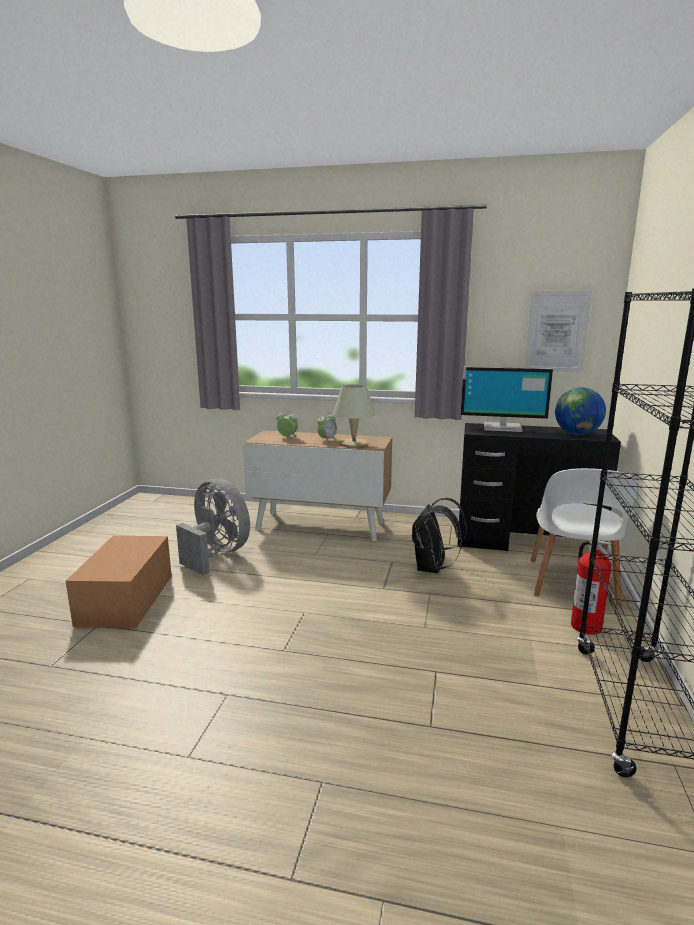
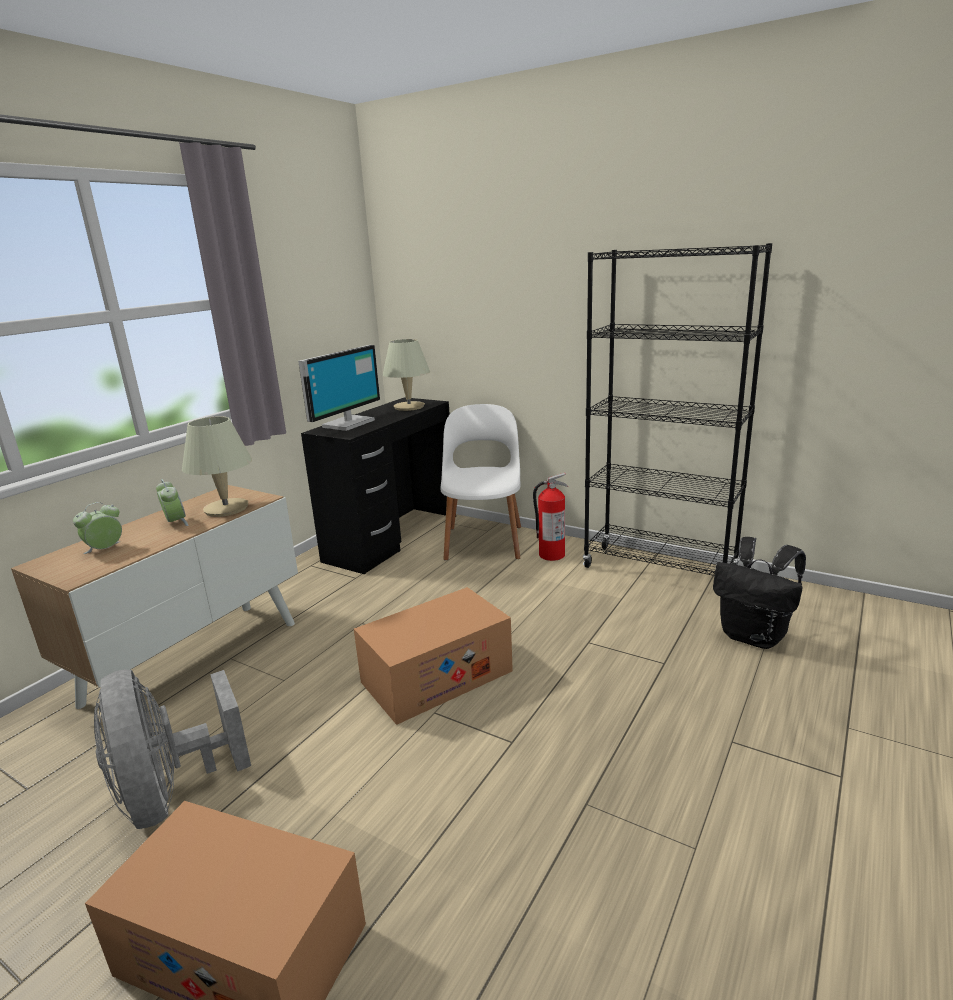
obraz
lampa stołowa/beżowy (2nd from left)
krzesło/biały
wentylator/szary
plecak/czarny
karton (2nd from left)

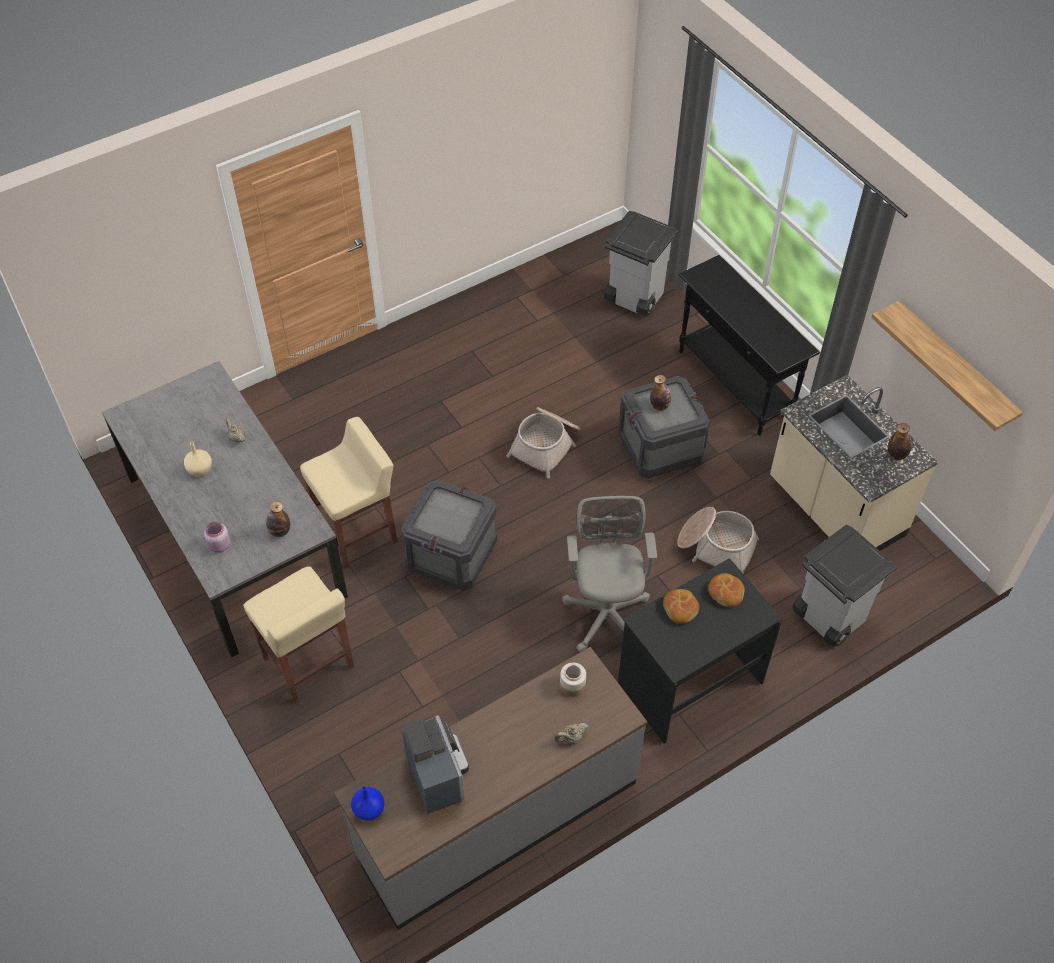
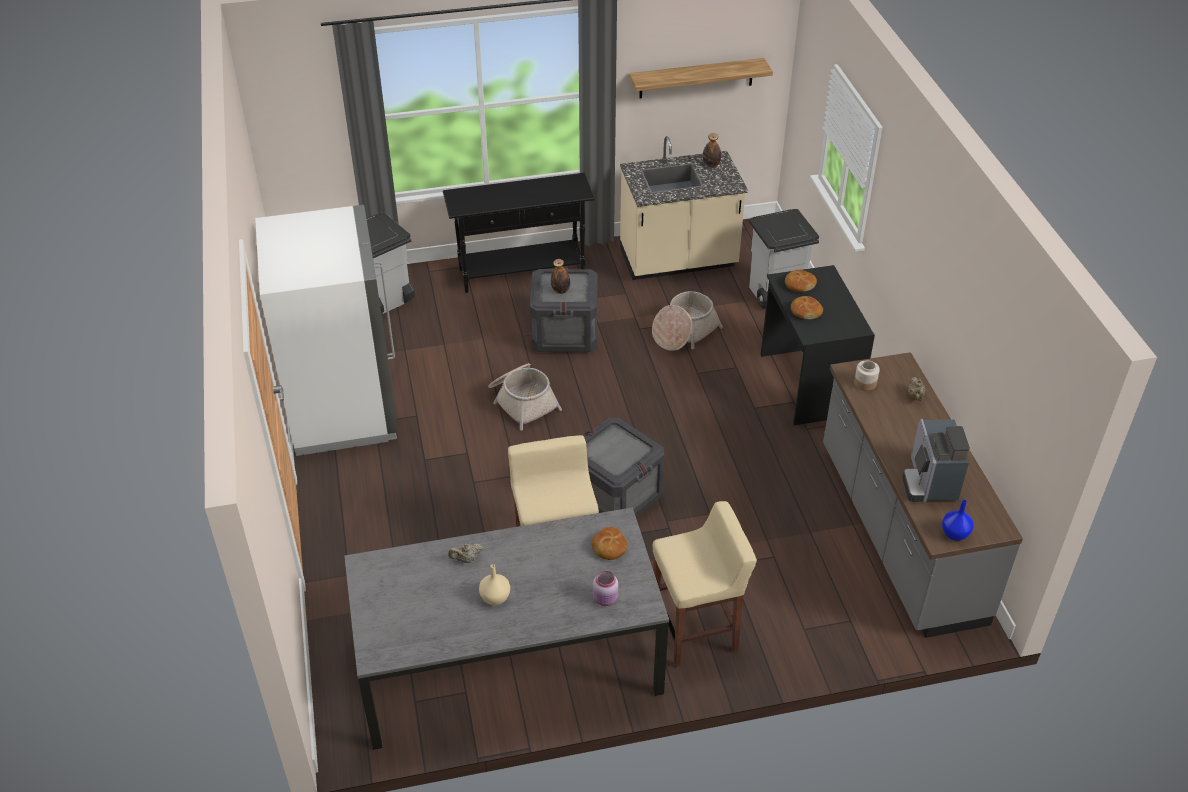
krzesło biurowe/szary
chleb (1st from left)
ekspres do kawy
lodówka/biały

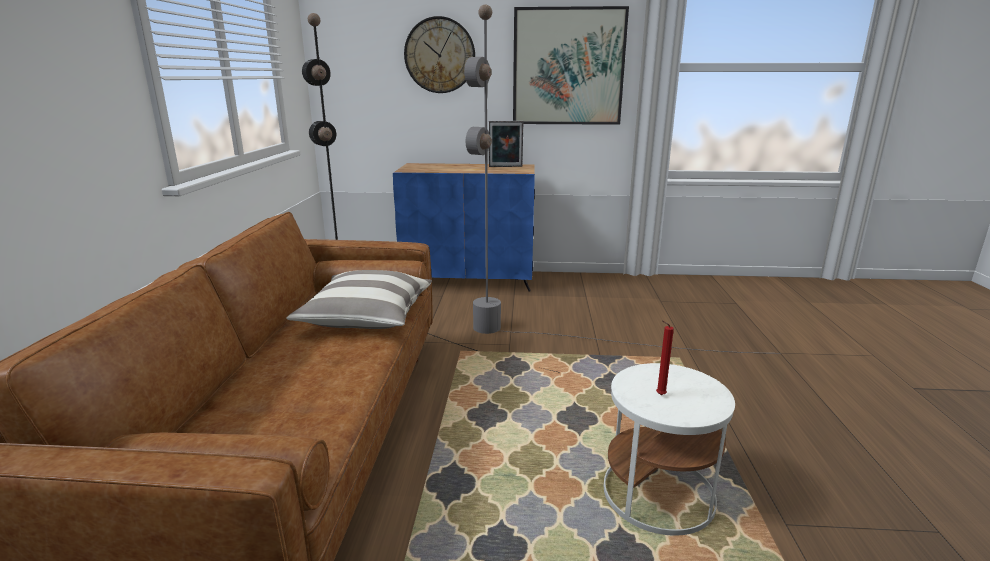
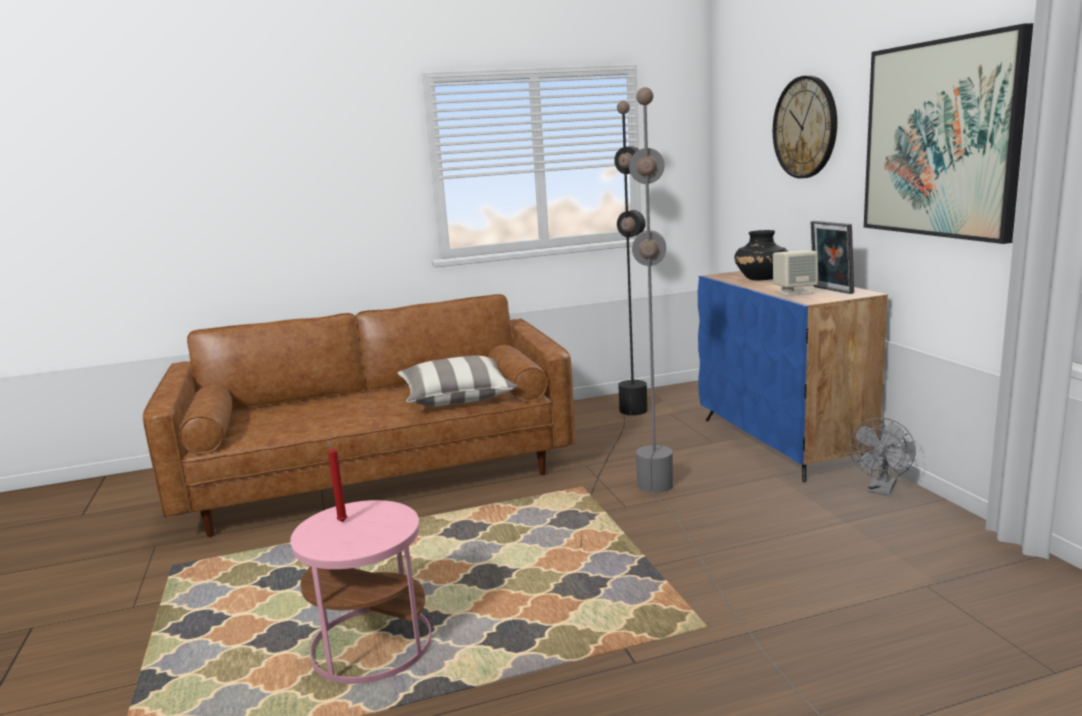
stolik/różowy
wazon/czarny
głośnik/beżowy
wentylator/szary

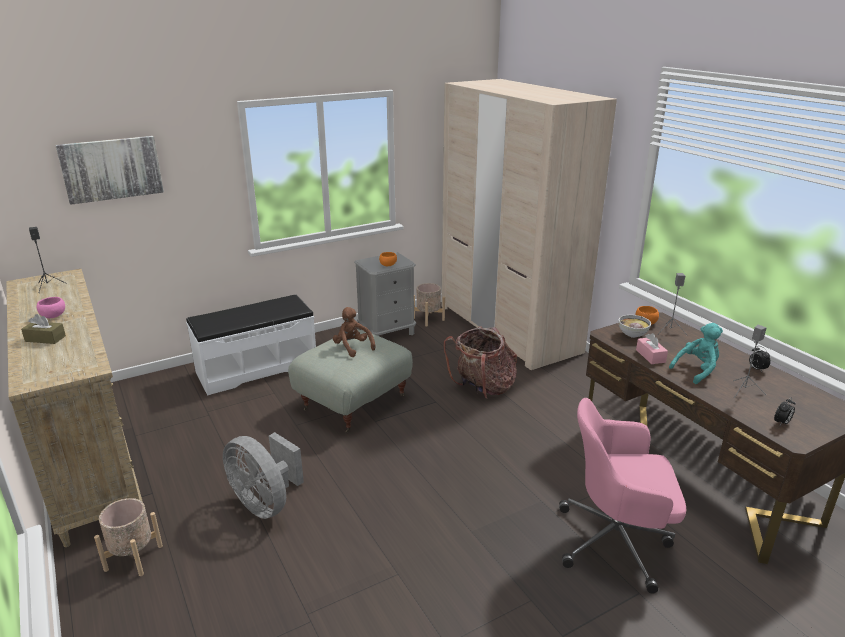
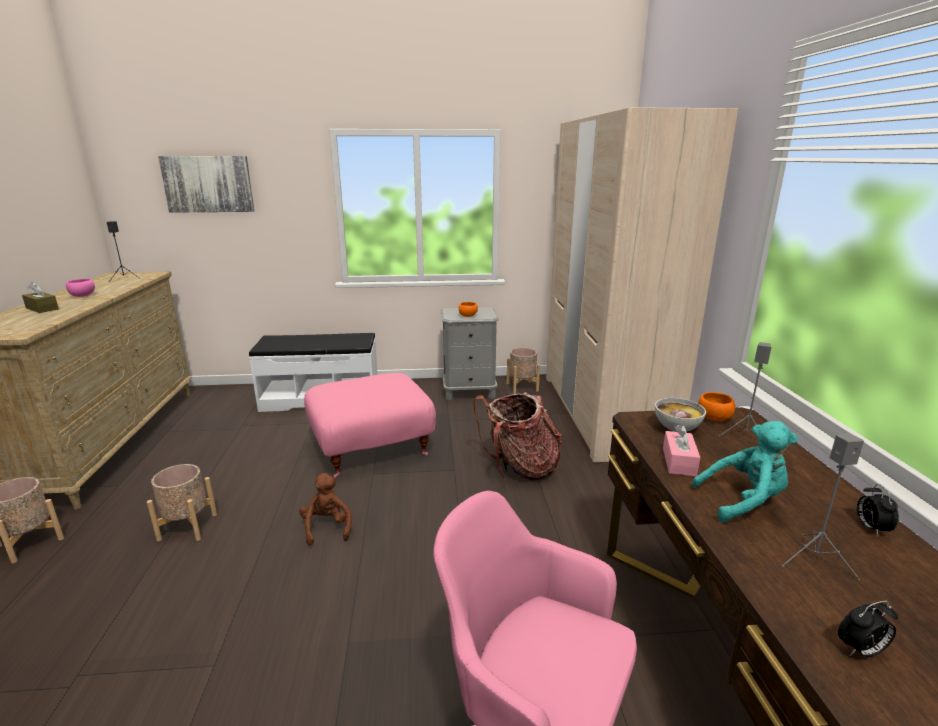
pluszak/brązowy
pufa/różowy
donica/beżowy (2nd from left)

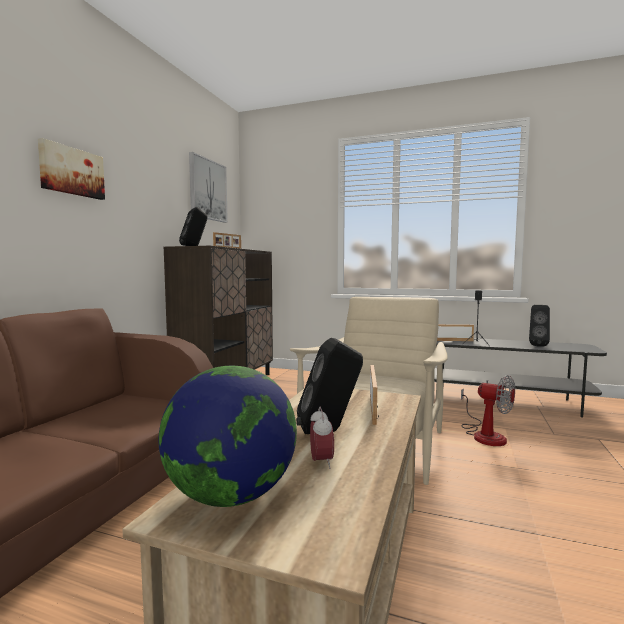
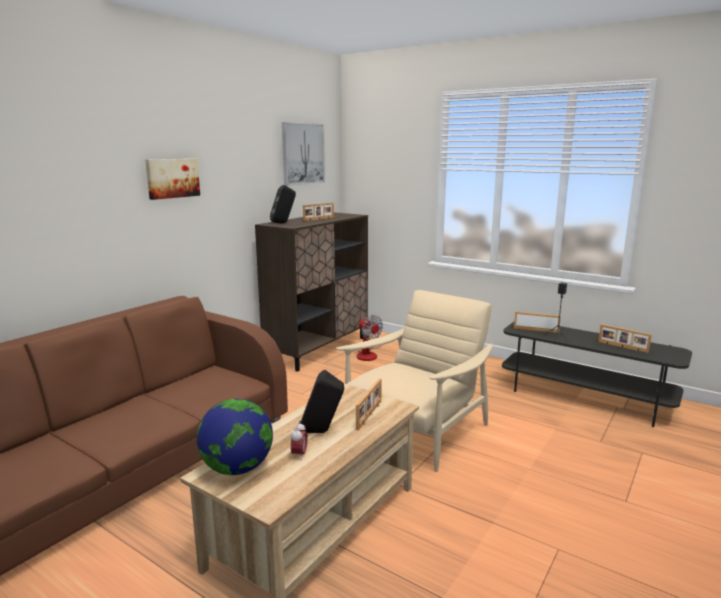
ramka na zdjęcie (4th from left)
wentylator

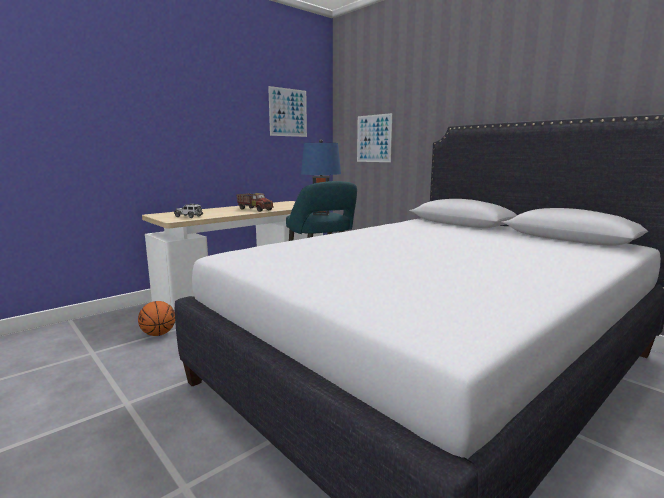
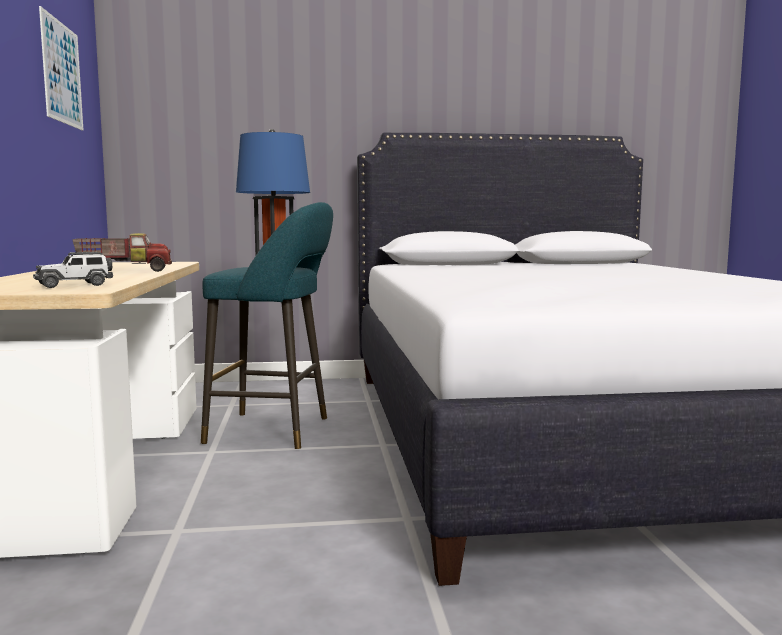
obraz (2nd from left in the first image)
piłka do koszykówki

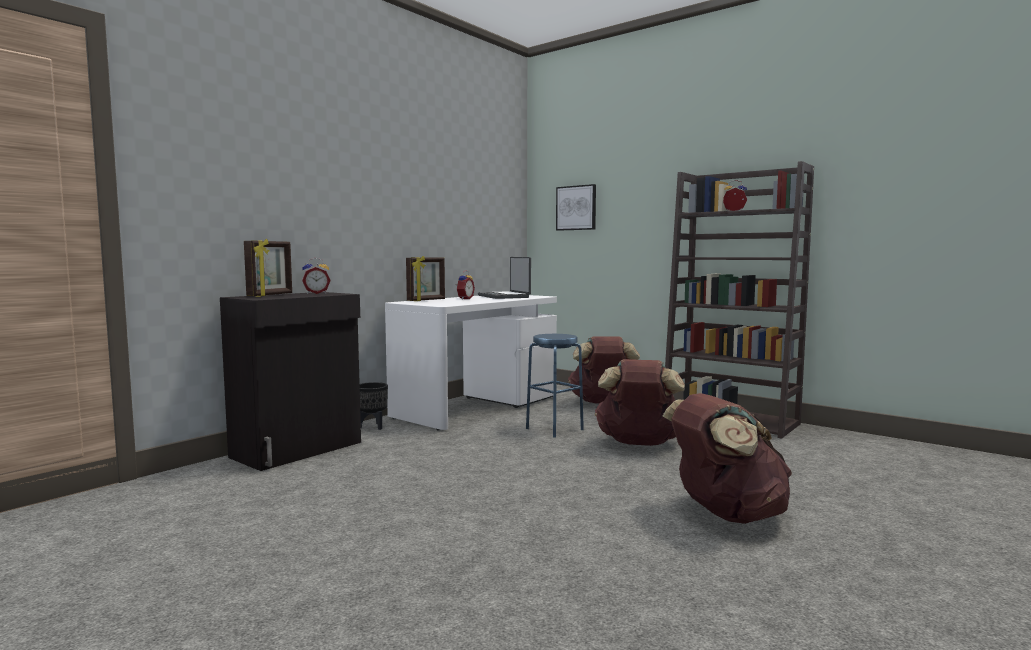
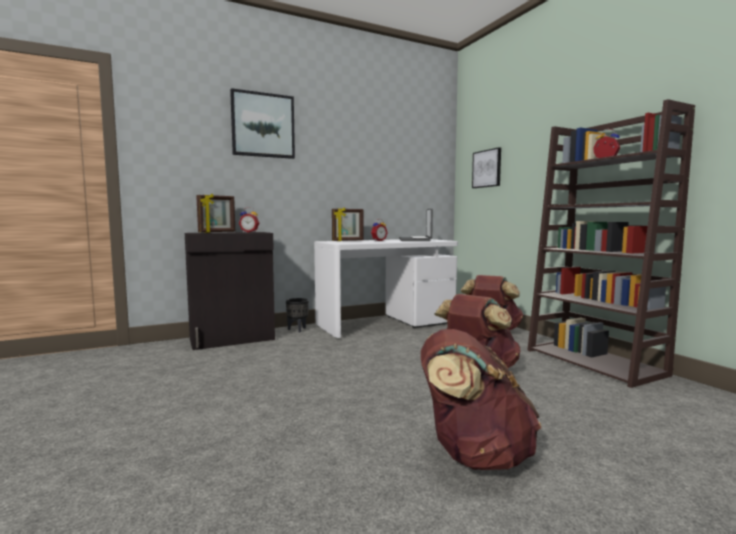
stołek/niebieski
obraz (1st from left)

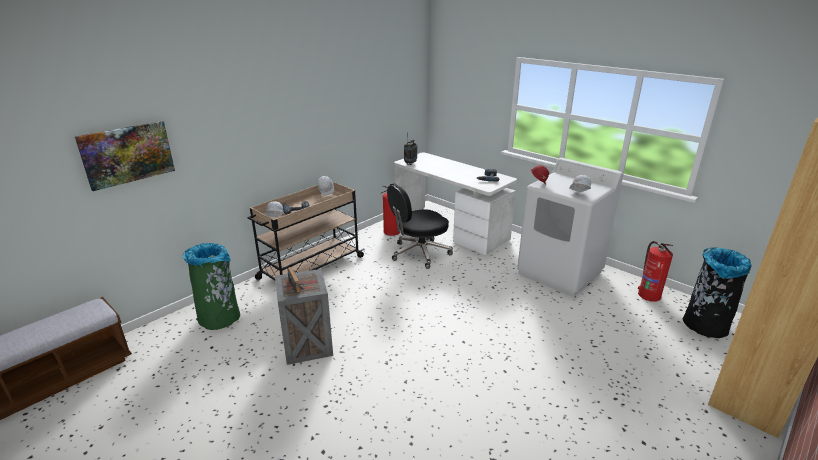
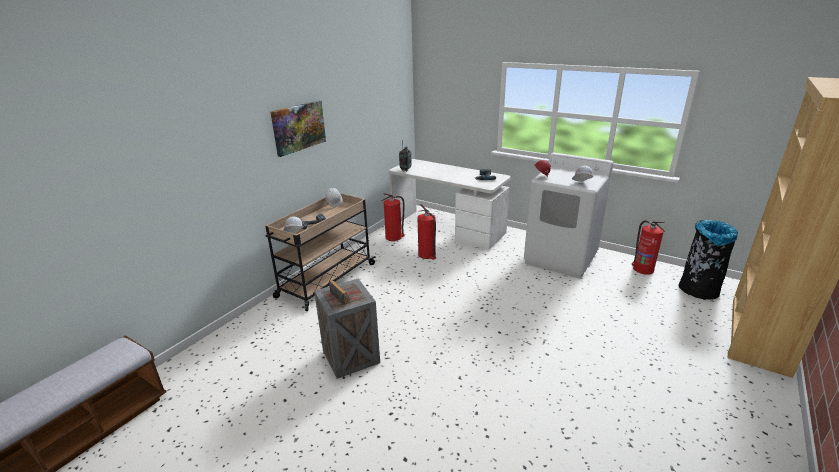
obraz
gaśnica (2nd from left)
kosz na śmieci/zielony

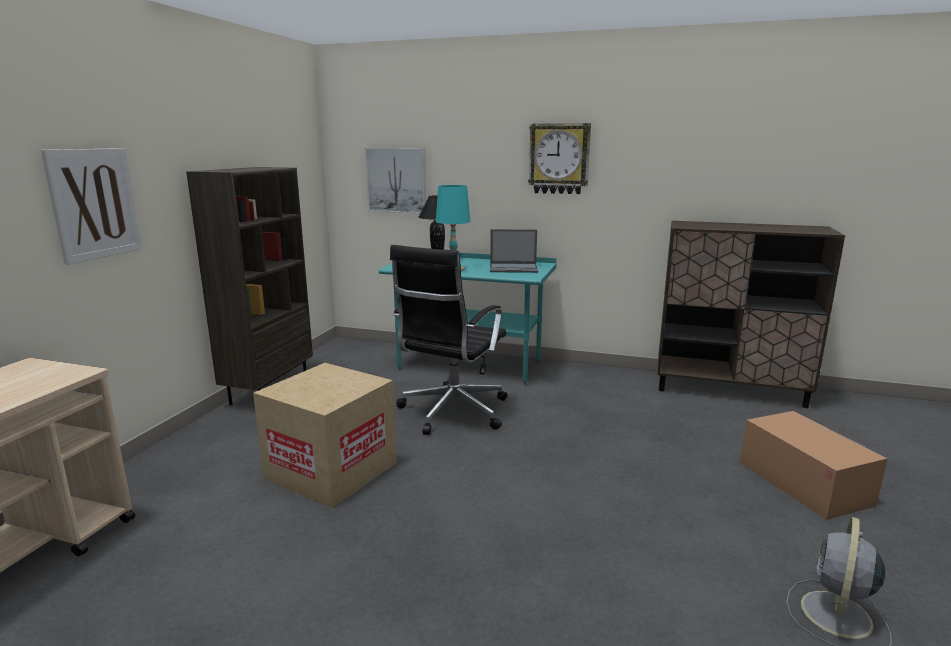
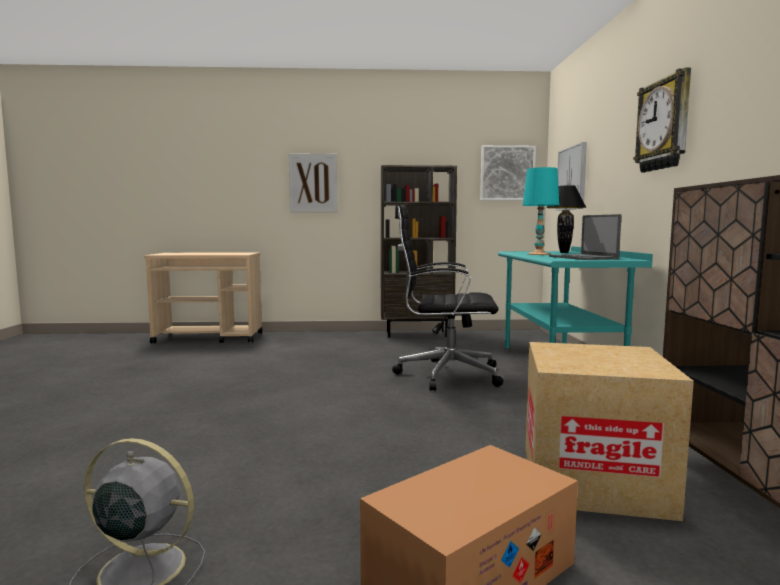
karton (2nd from left)
obraz (2nd from left)

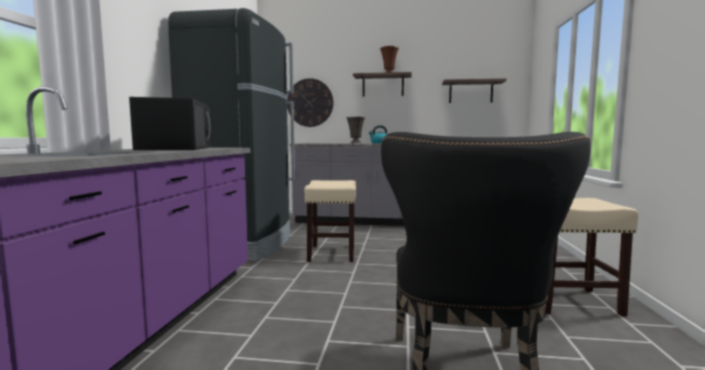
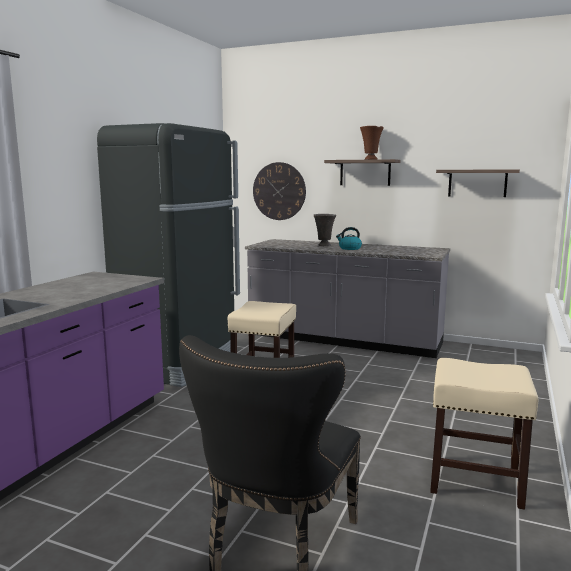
mikrofalówka/czarny

